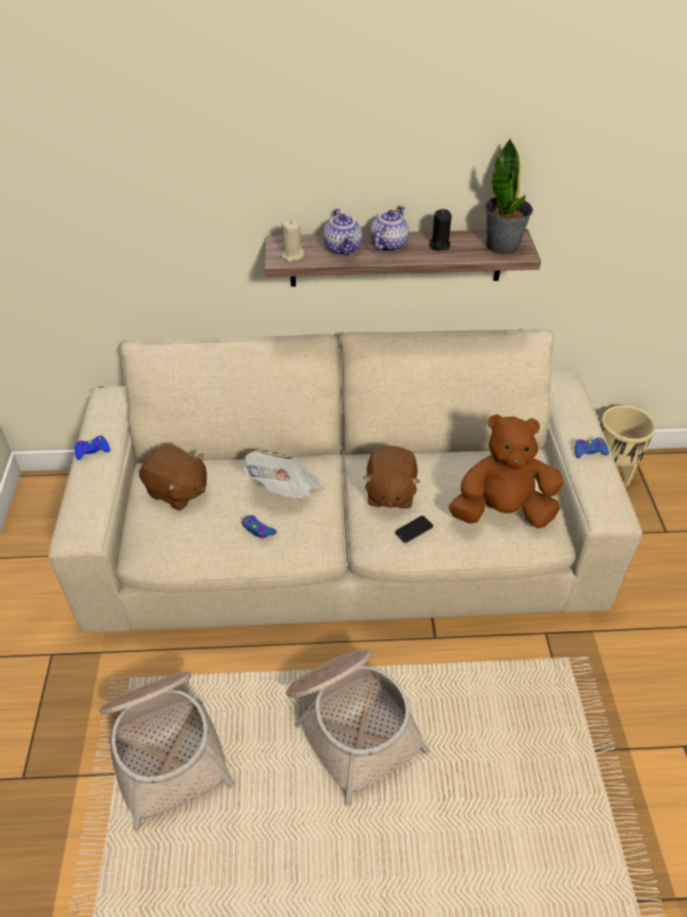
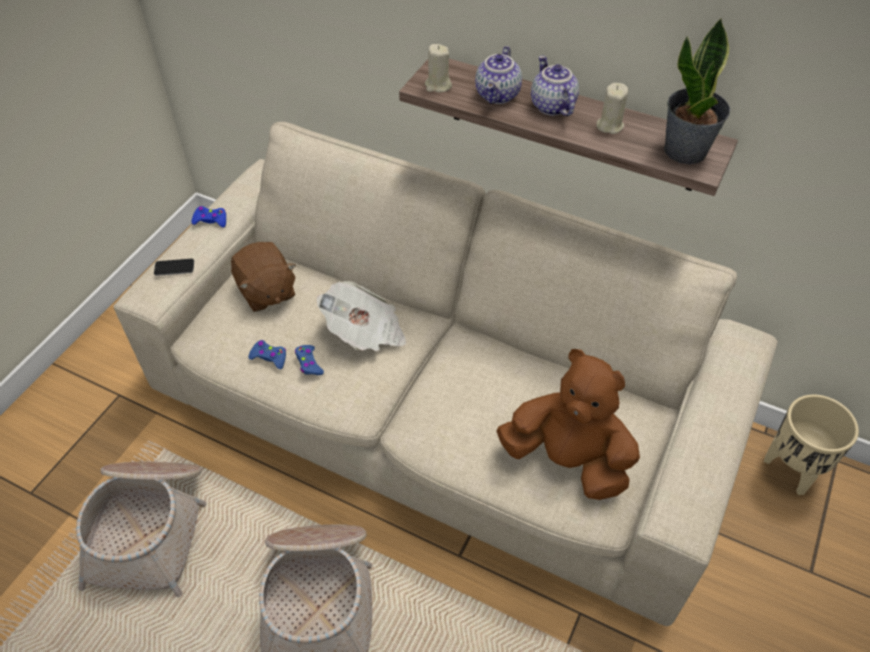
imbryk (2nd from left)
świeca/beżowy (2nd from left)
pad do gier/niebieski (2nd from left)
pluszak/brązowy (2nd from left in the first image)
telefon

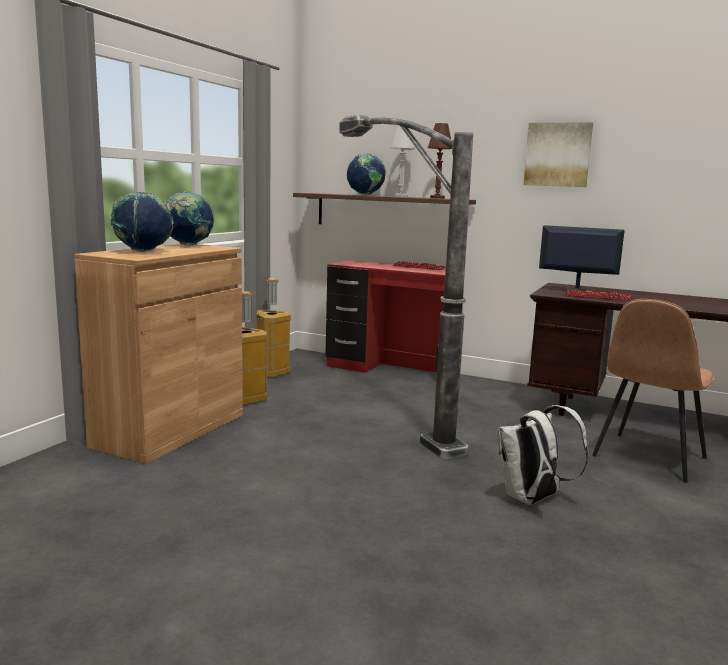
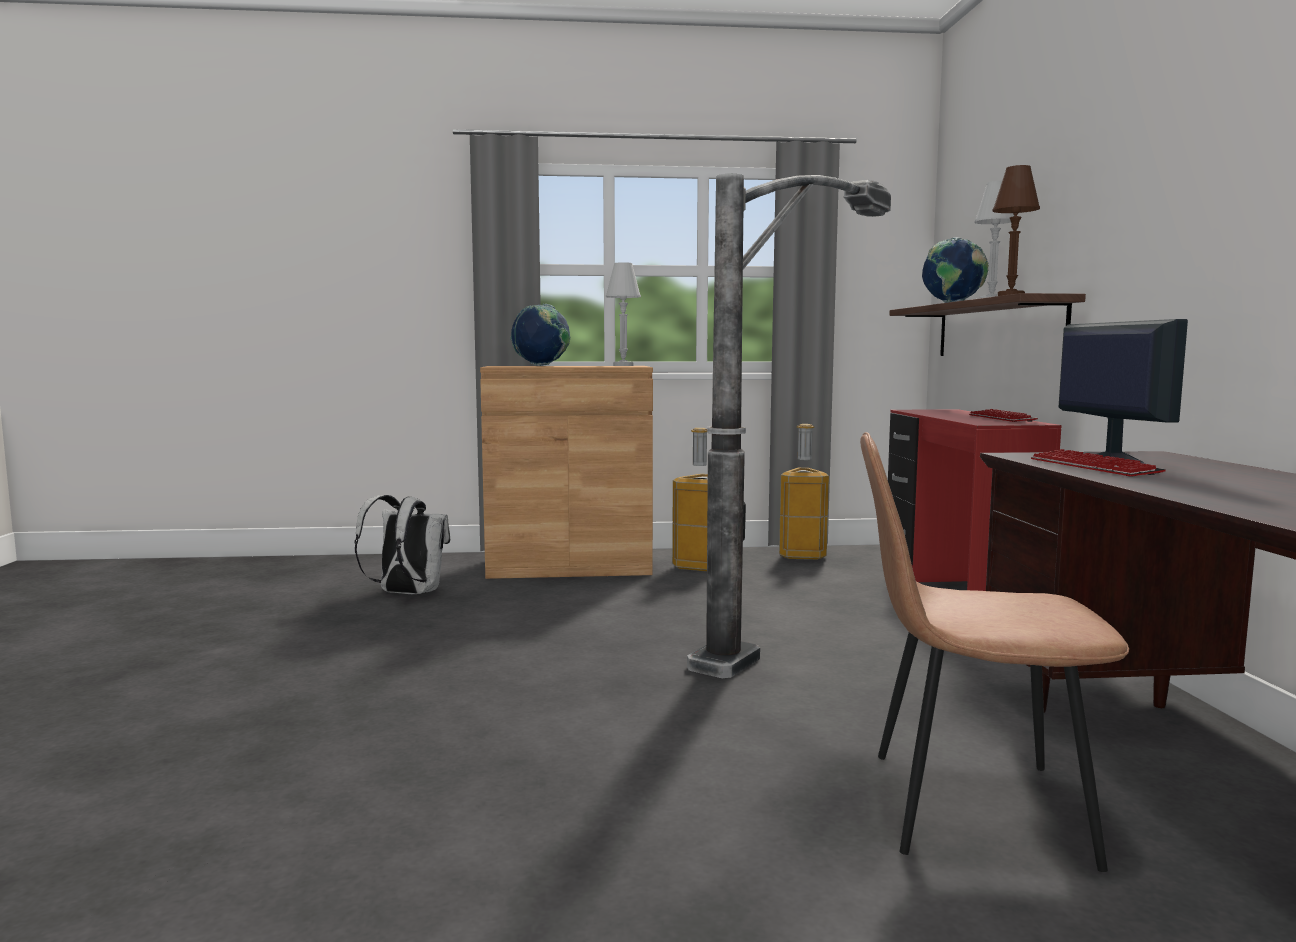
obraz
lampa stołowa/biały (1st from left)
plecak/biały

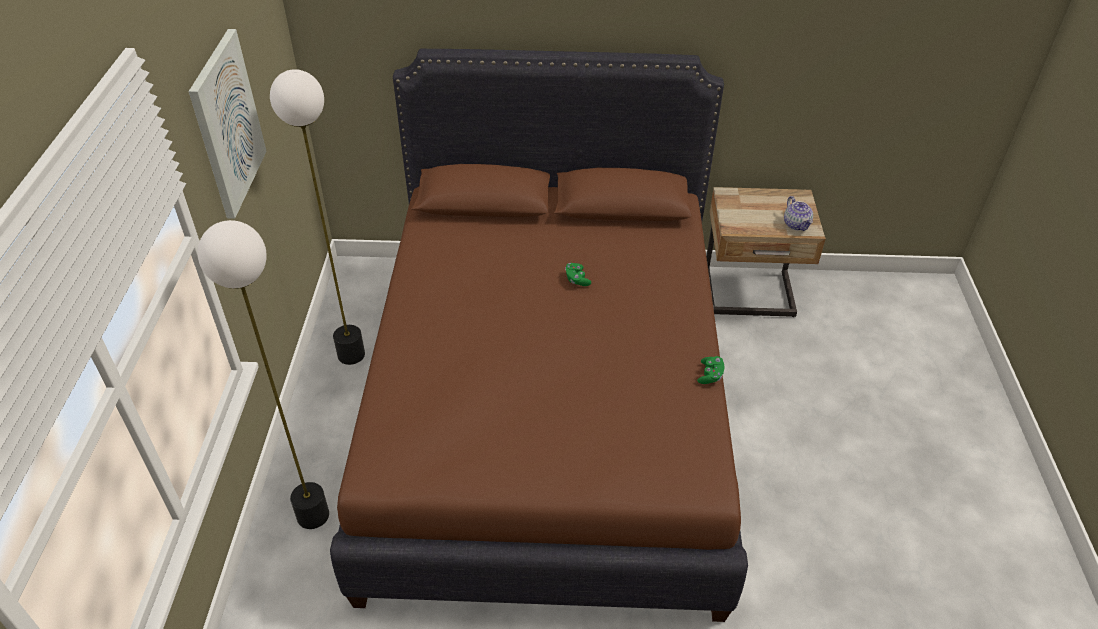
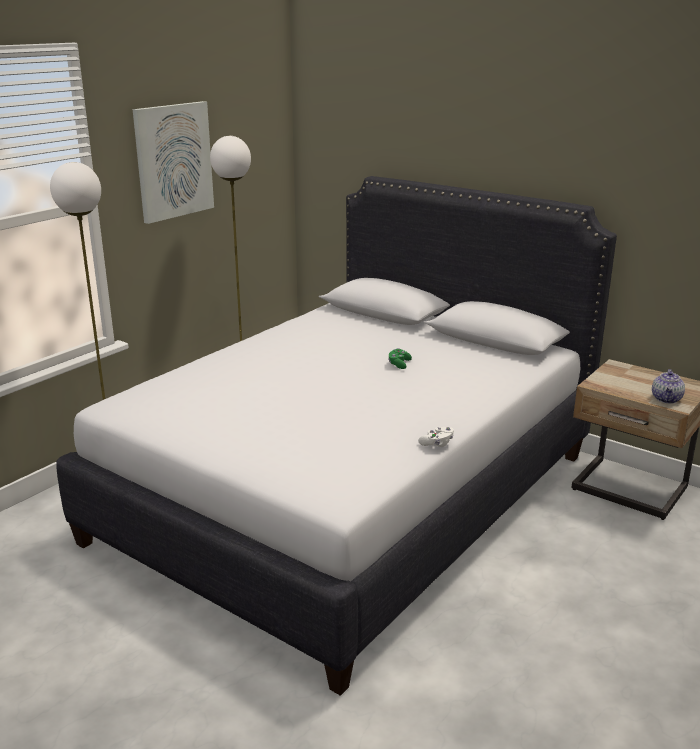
łóżko/biały
pad do gier/biały

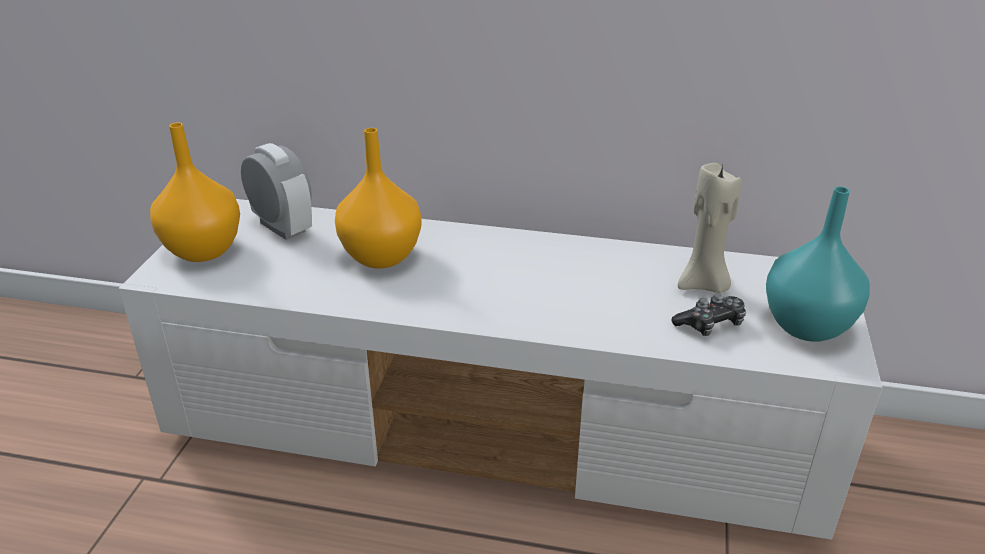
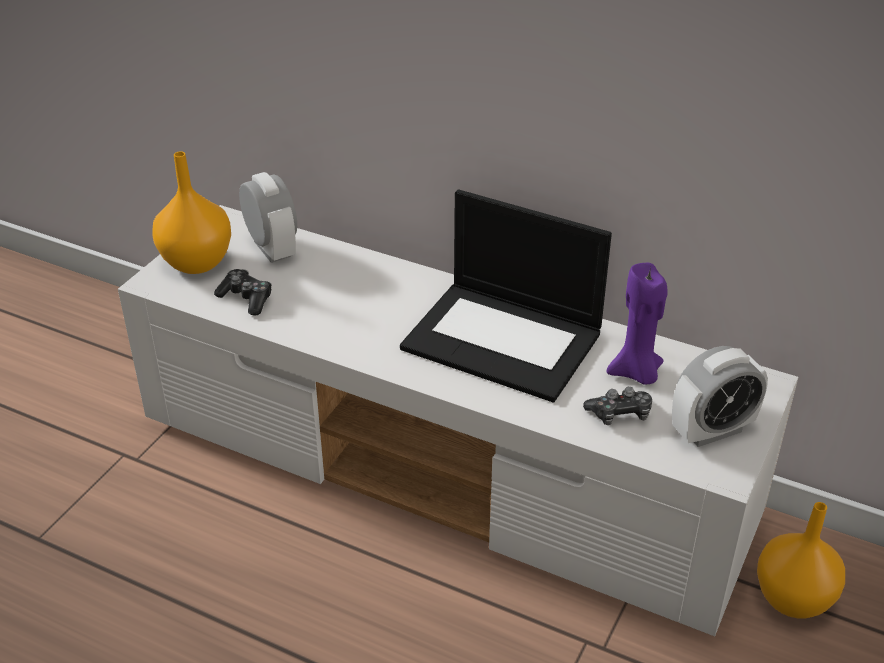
wazon/pomarańczowy (2nd from left)
świeca/fioletowy
budzik (2nd from left)
laptop
pad do gier (1st from left)

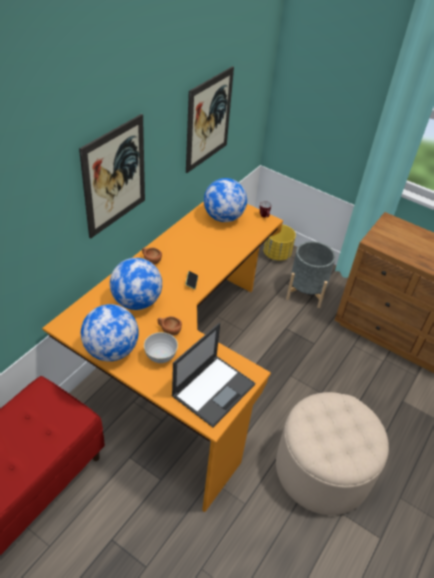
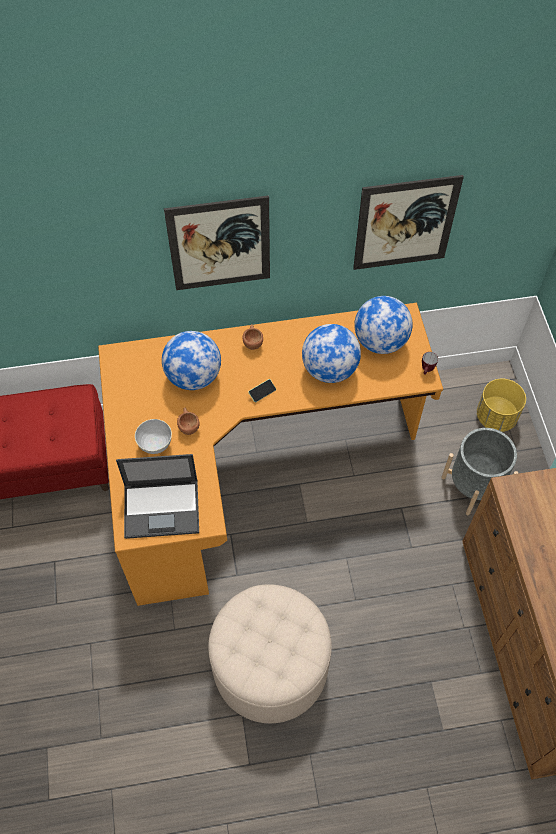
globus (2nd from left)

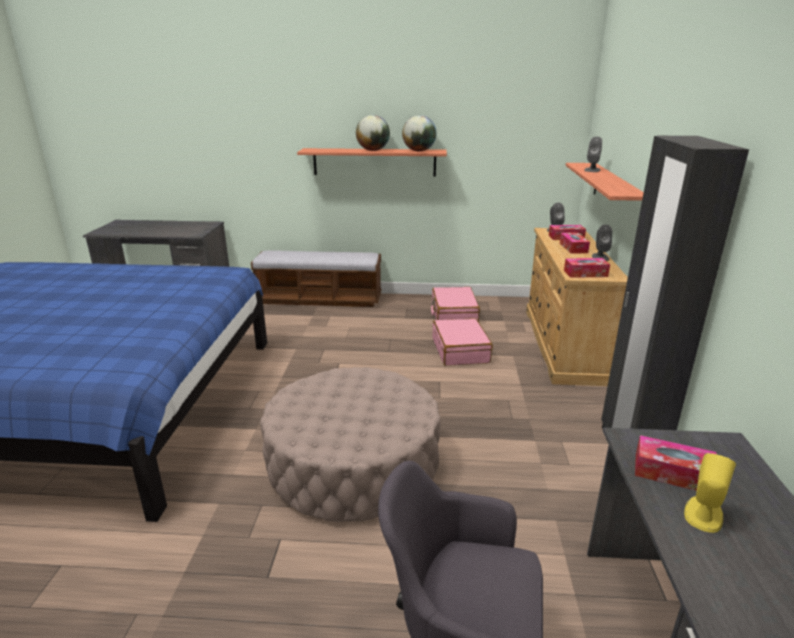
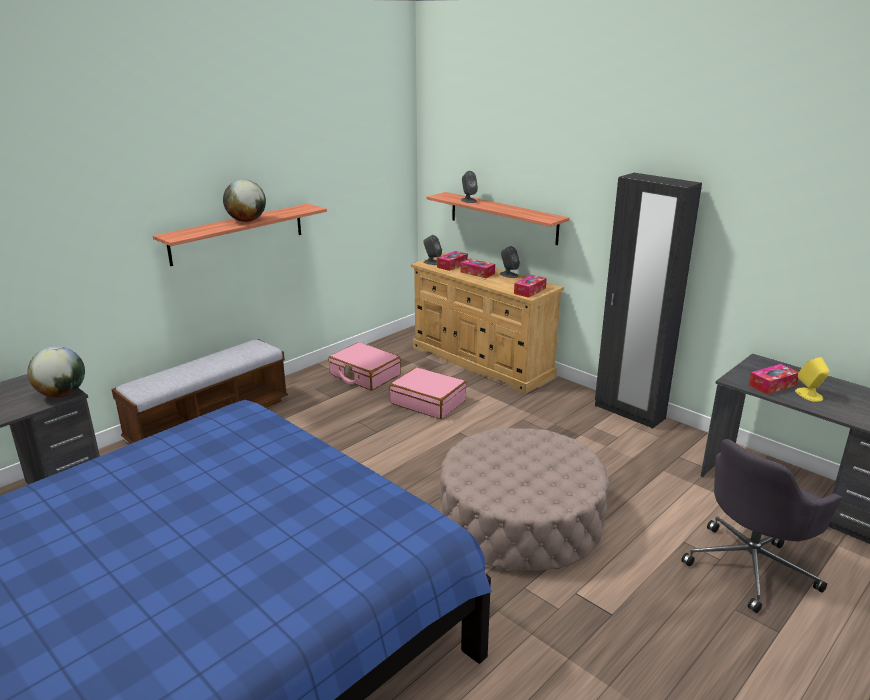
globus (1st from left)

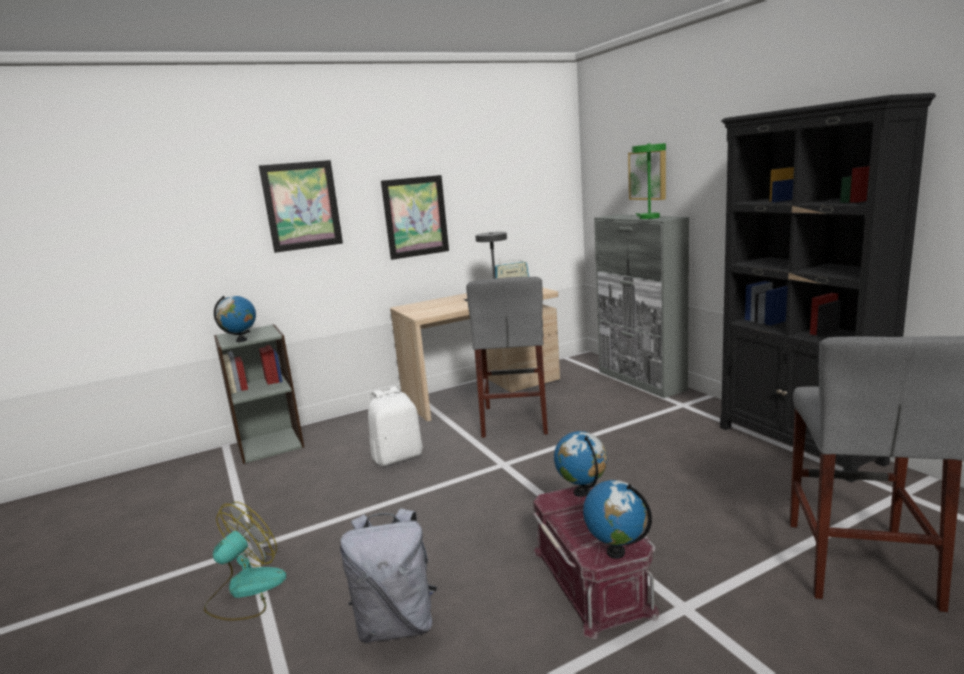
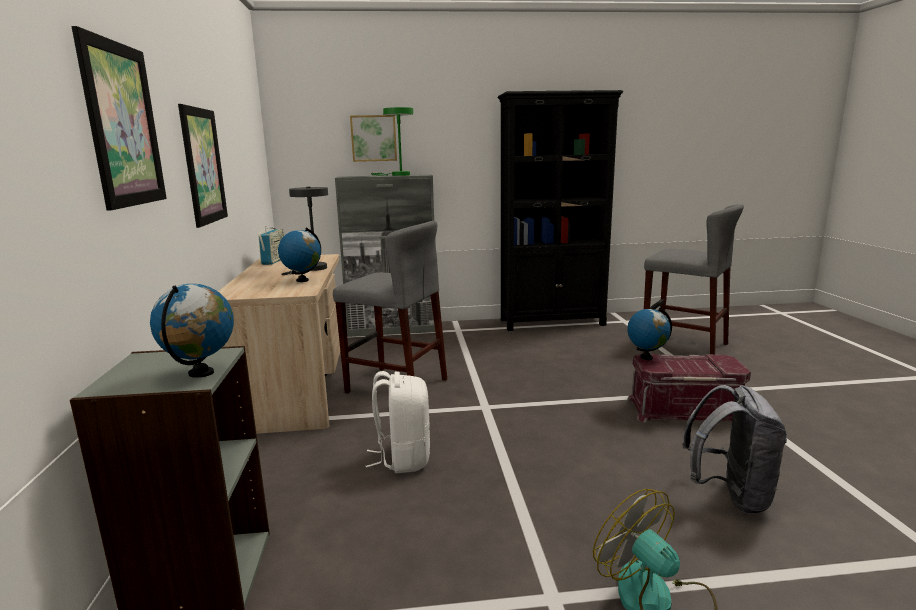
globus (2nd from left)

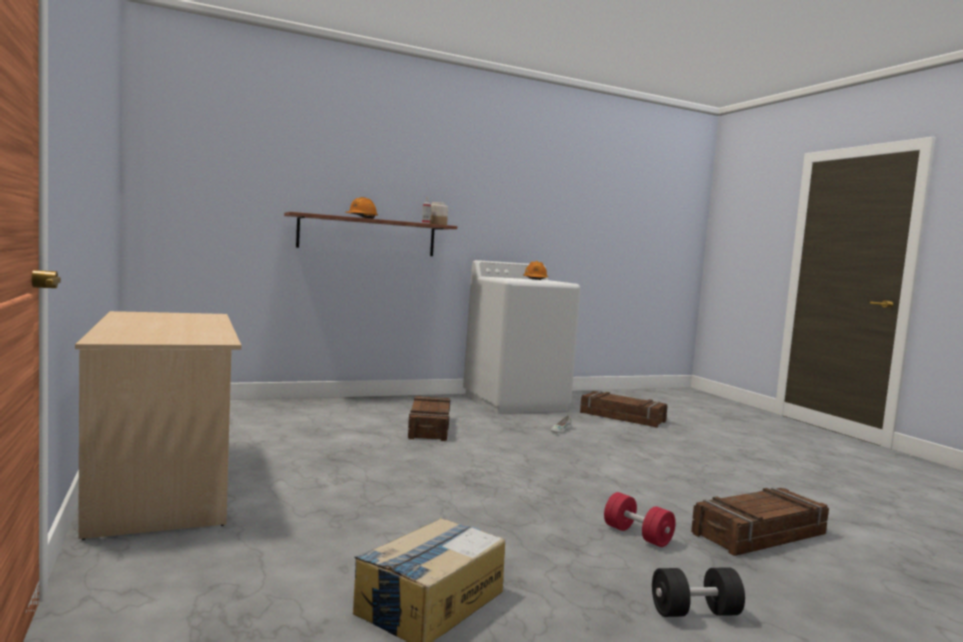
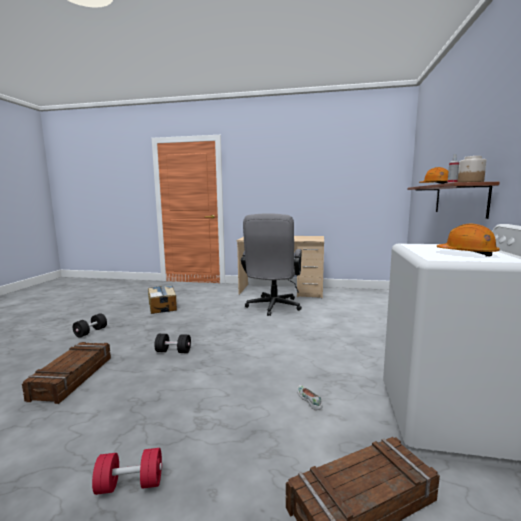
skrzynka (1st from left in the first image)
hantel/czerwony
krzesło biurowe/szary
hantel/czarny (2nd from left)

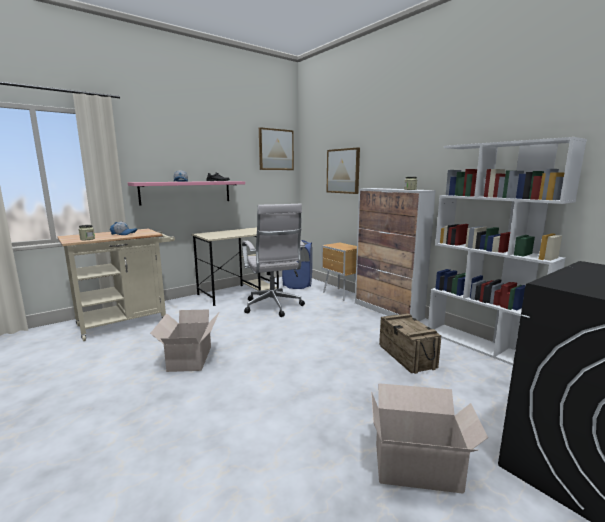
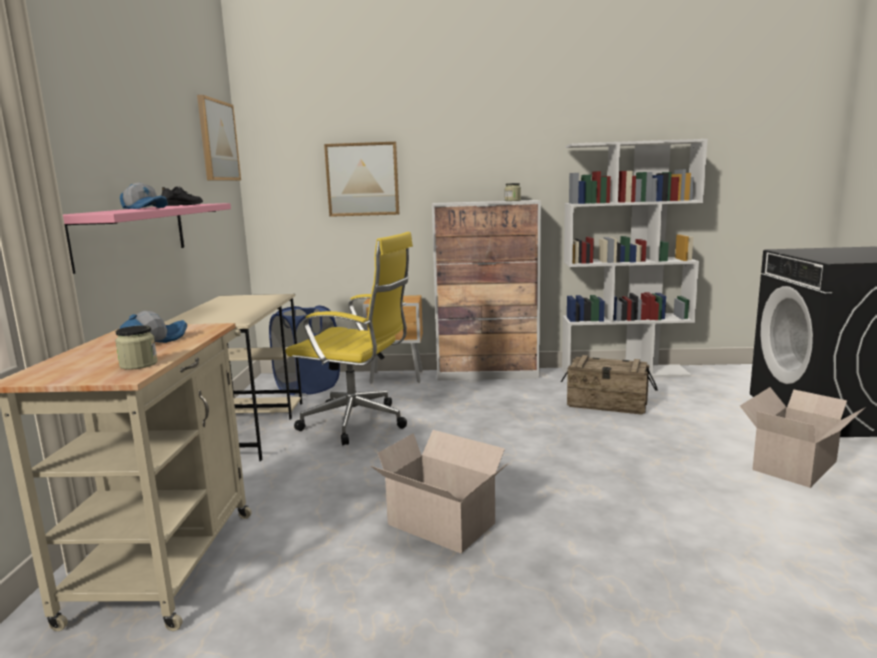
krzesło biurowe/żółty

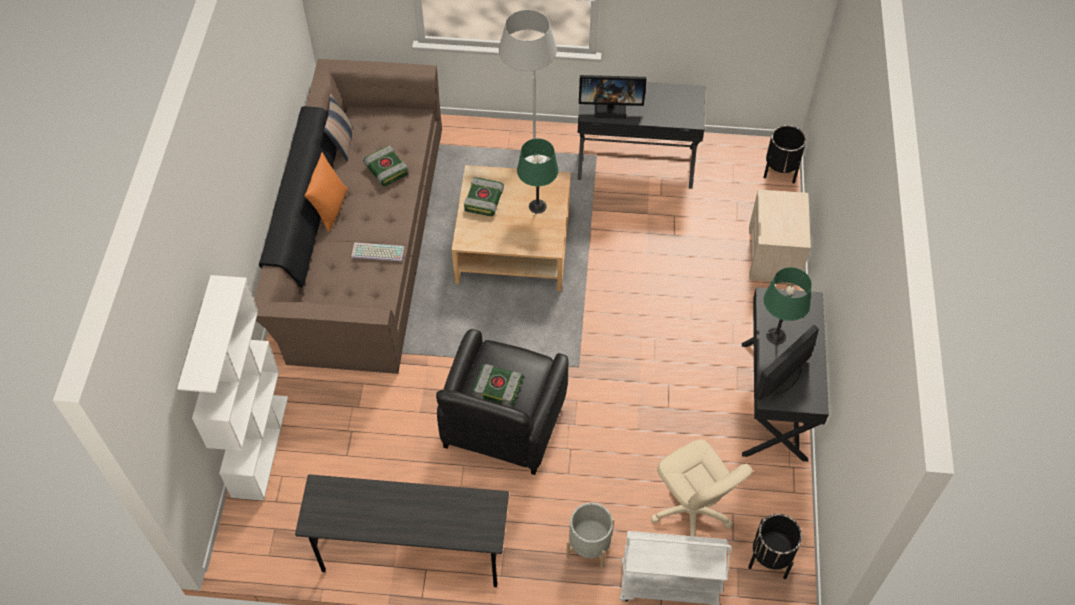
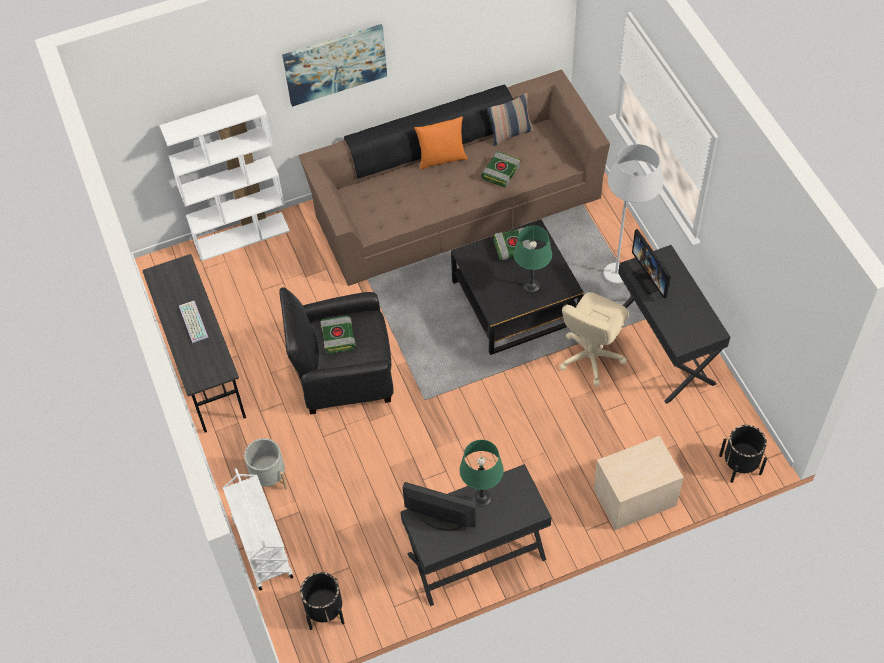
ława/czarny
klawiatura
krzesło biurowe/beżowy
obraz

